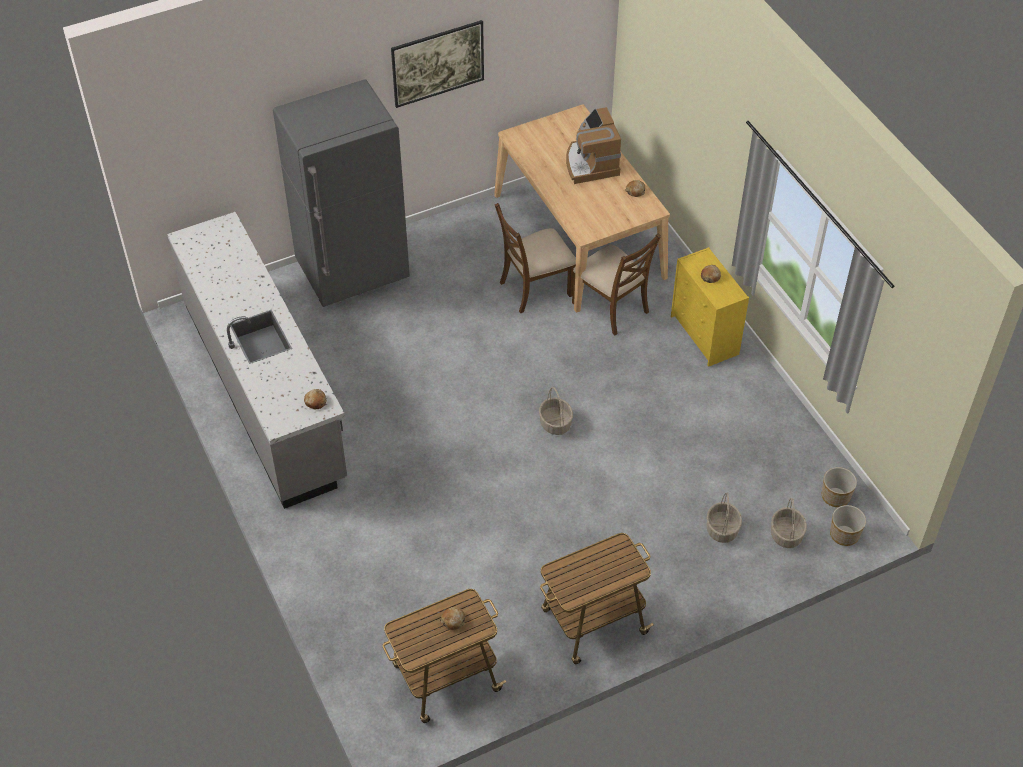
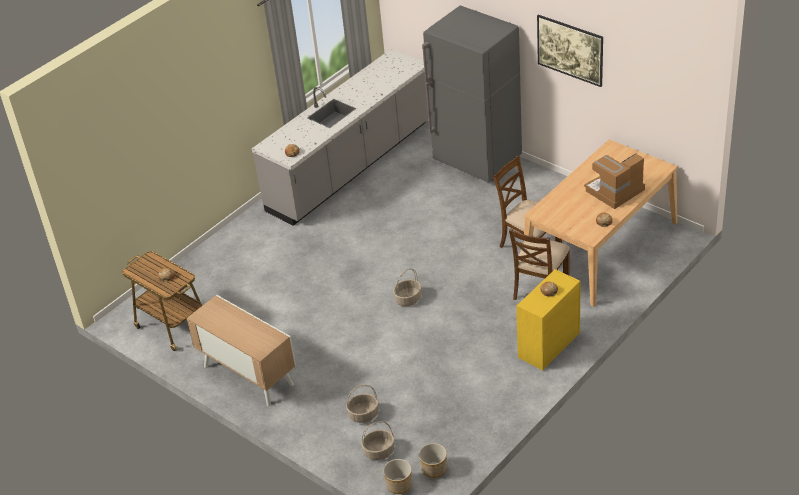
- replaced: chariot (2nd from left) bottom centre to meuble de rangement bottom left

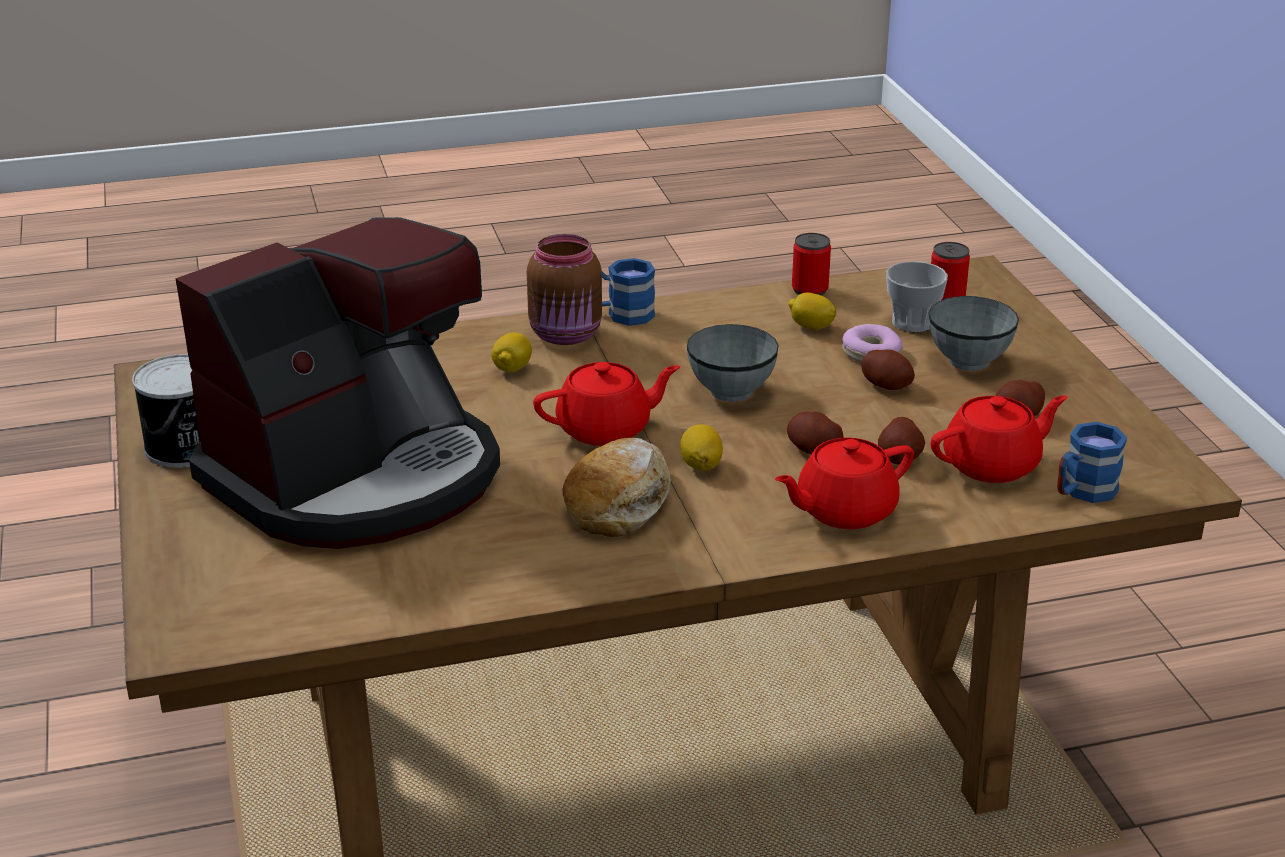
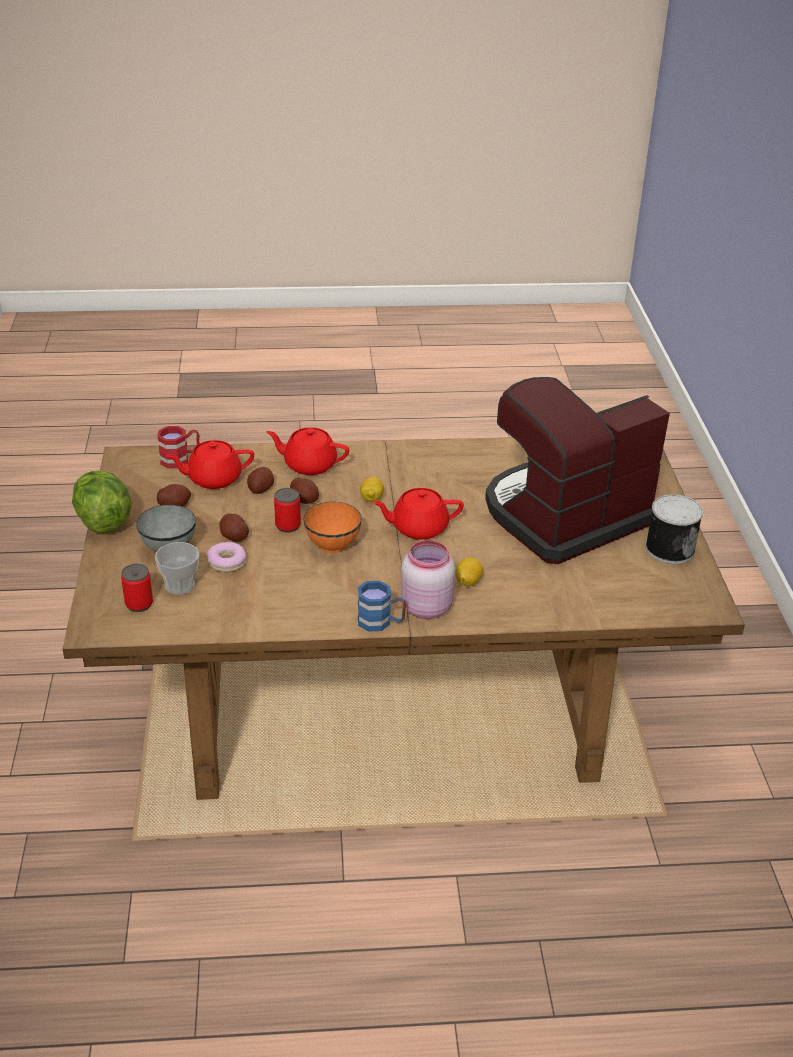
- added: laitue middle left
- recoloured: mug/bleu (2nd from left) middle right to mug/rouge middle left
- turned: théière/rouge (2nd from left) centre = centre 150 degrees counterclockwise
- moved: boîte métallique (2nd from left) top centre to centre
- recoloured: bol/gris (1st from left) centre to bol/orange centre
- recoloured: bocal/marron centre to bocal/rose centre
- removed: pain centre
- removed: citron (3rd from left) centre

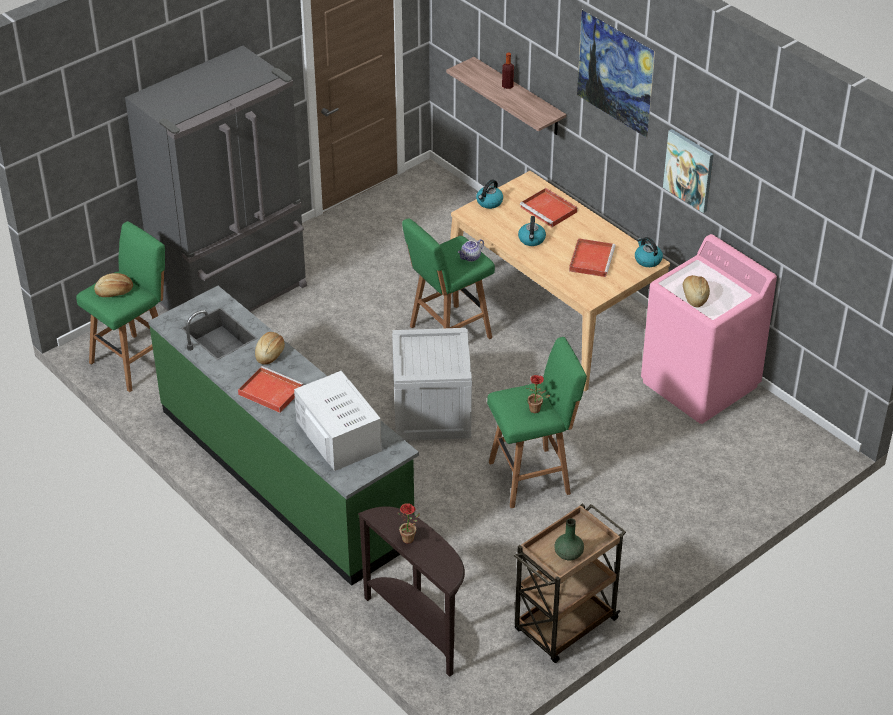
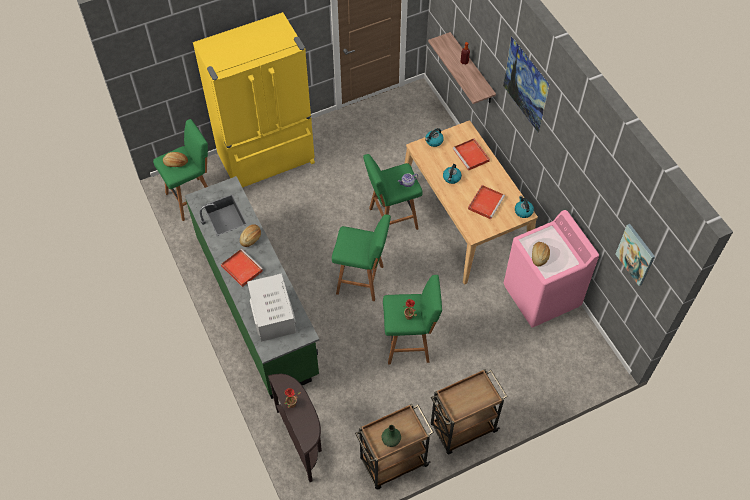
- recoloured: réfrigérateur/gris top left to réfrigérateur/jaune top centre
- replaced: caisse centre to tabouret/vert (2nd from left) centre
- added: chariot/marron (2nd from left) bottom centre
- moved: tableau (2nd from left) top right to middle right

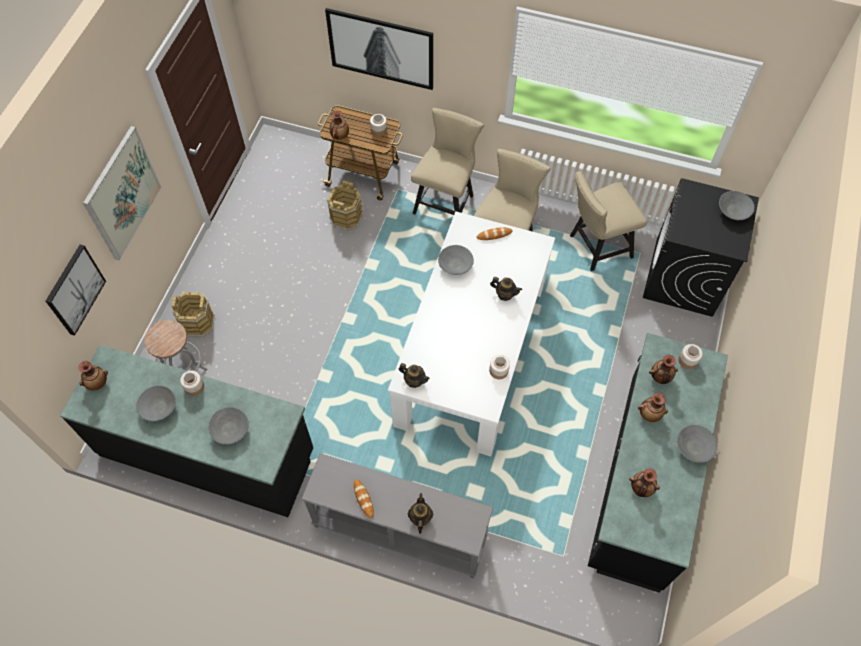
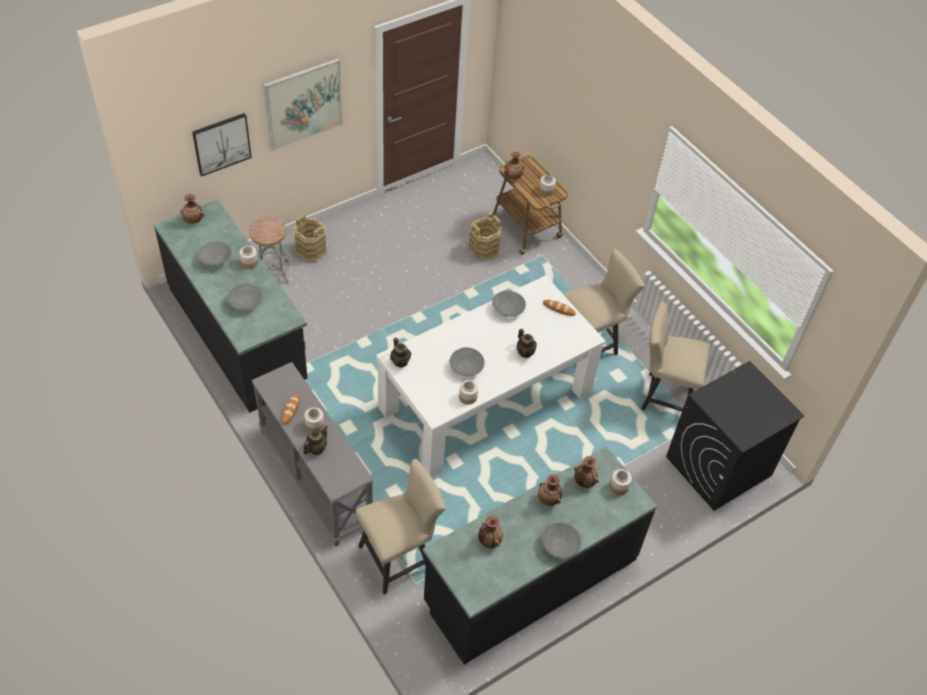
- added: bocal (2nd from left) centre
- moved: chaise/beige (1st from left) top centre to bottom centre
- moved: bol/gris (5th from left in the first image) top right to bol/gris (3rd from left) centre
- removed: tableau (3rd from left) top centre

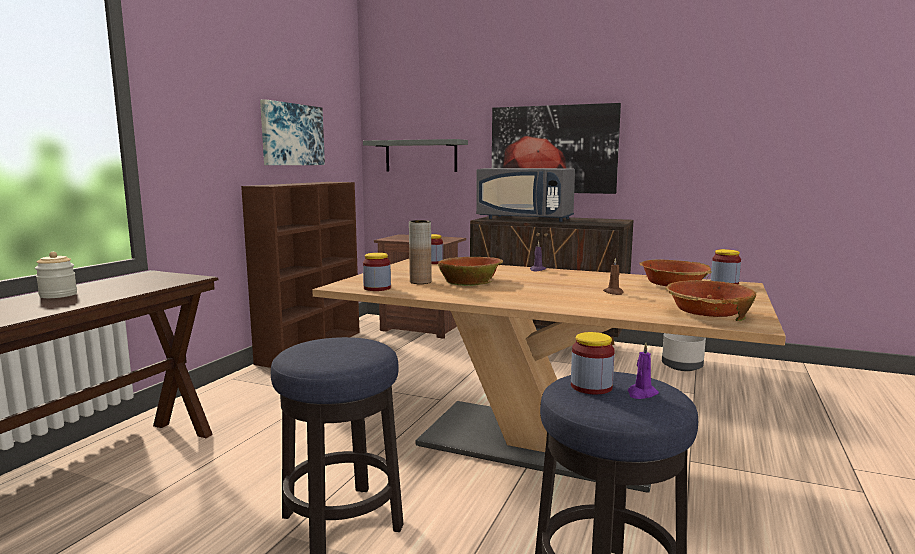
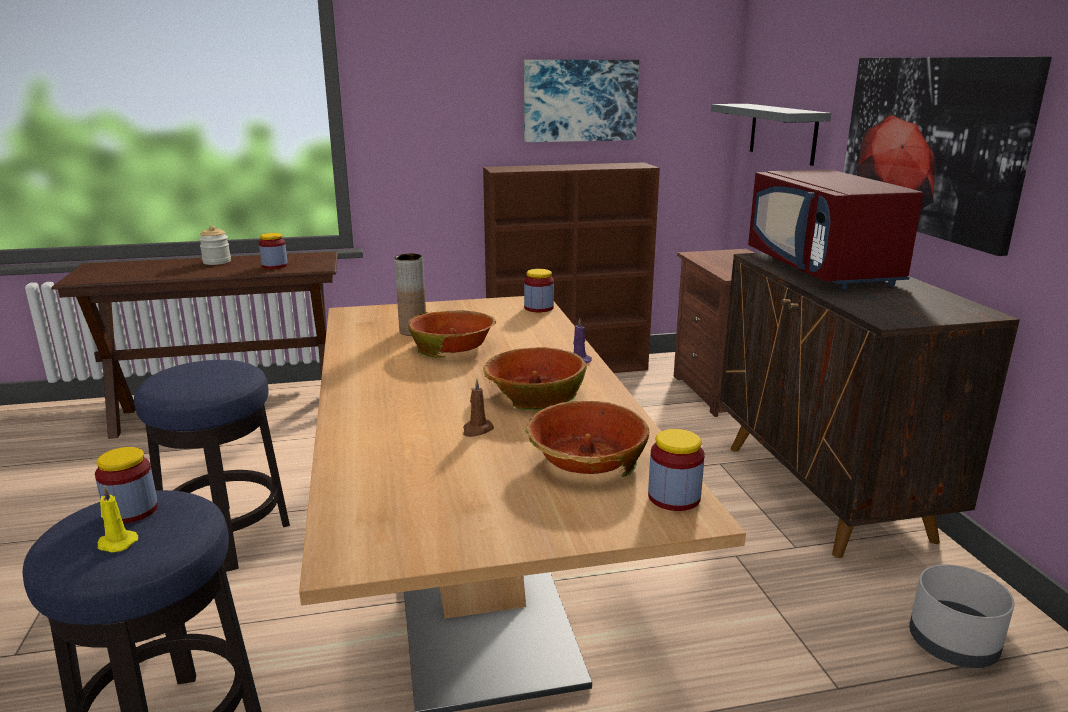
- recoloured: bougie/violet (2nd from left) bottom right to bougie/jaune bottom left
- moved: bocal (2nd from left in the first image) centre to bocal (3rd from left) middle left
- moved: bol (3rd from left in the first image) middle right to bol (2nd from left) centre
- recoloured: micro-ondes/gris centre to micro-ondes/rouge top right

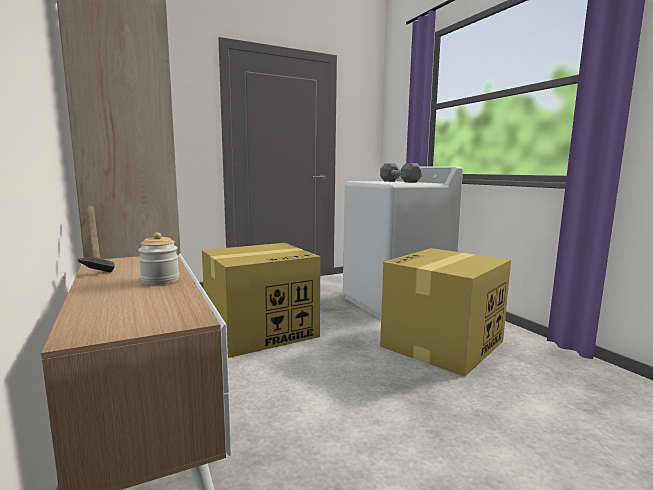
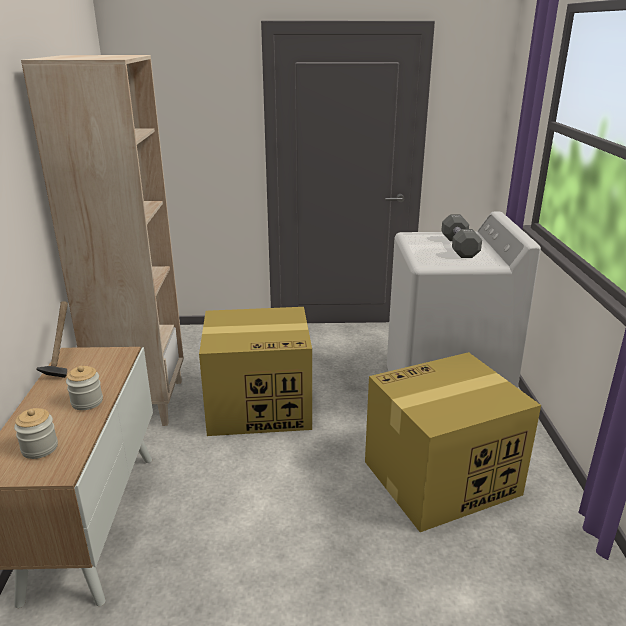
- added: bocal (1st from left) bottom left

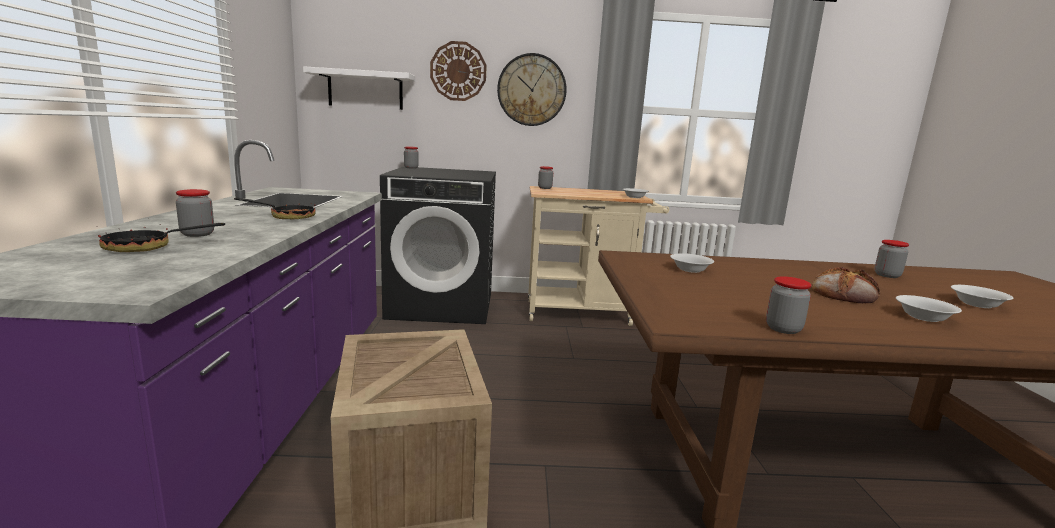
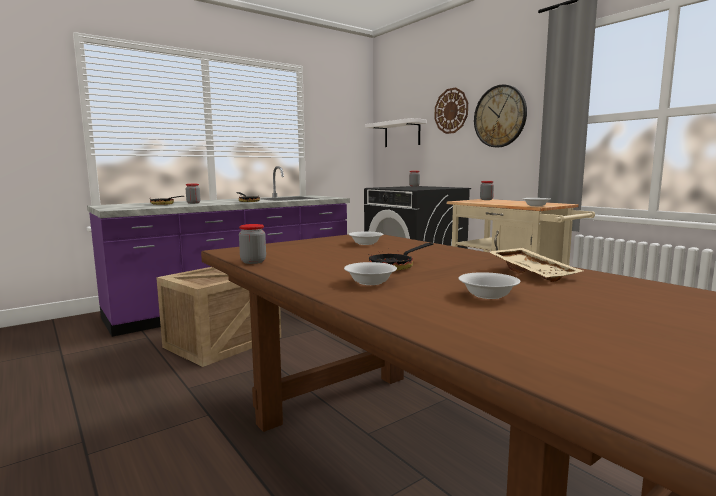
- replaced: pain middle right to poêle (3rd from left) centre
- replaced: bocal (5th from left) middle right to plateau/beige middle right

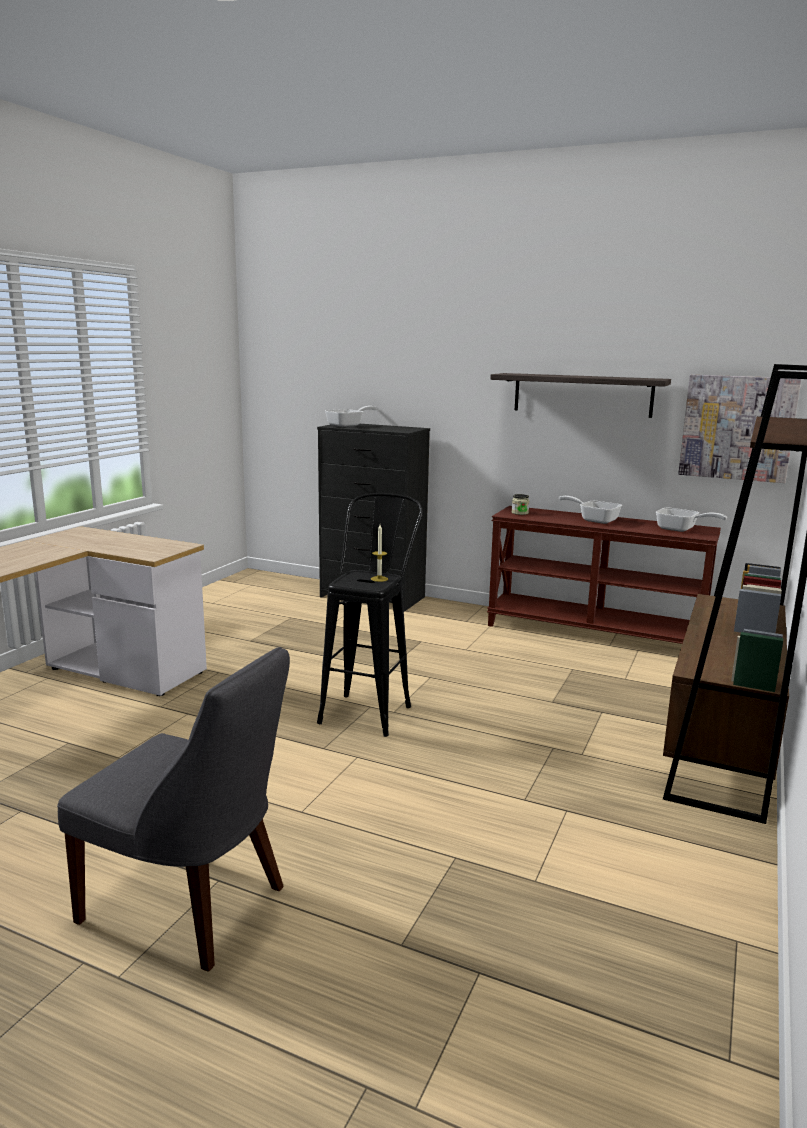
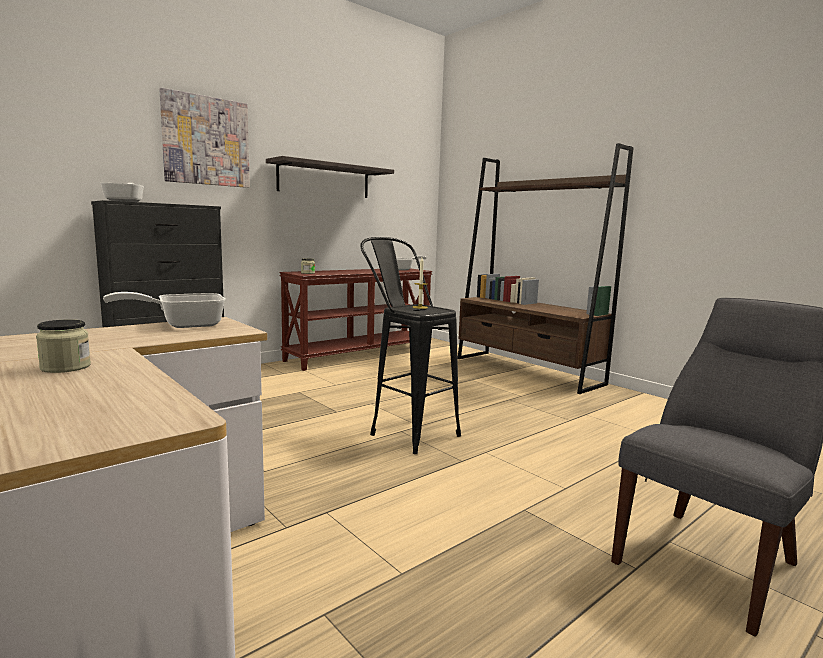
- added: bocal (1st from left) middle left
- moved: poêle (2nd from left) middle right to middle left
- moved: tableau middle right to top left

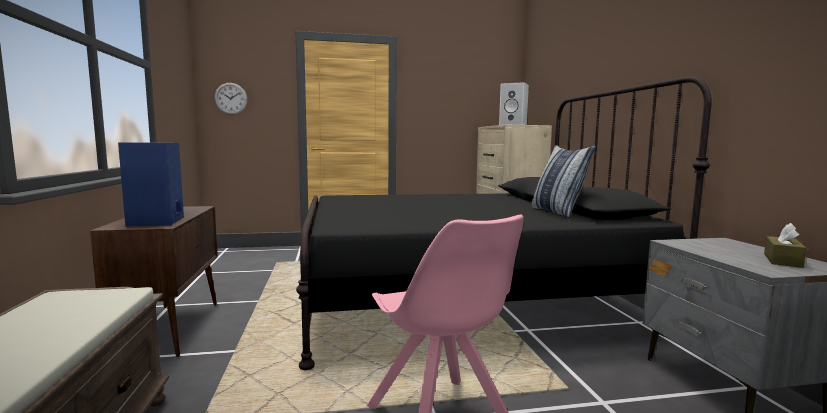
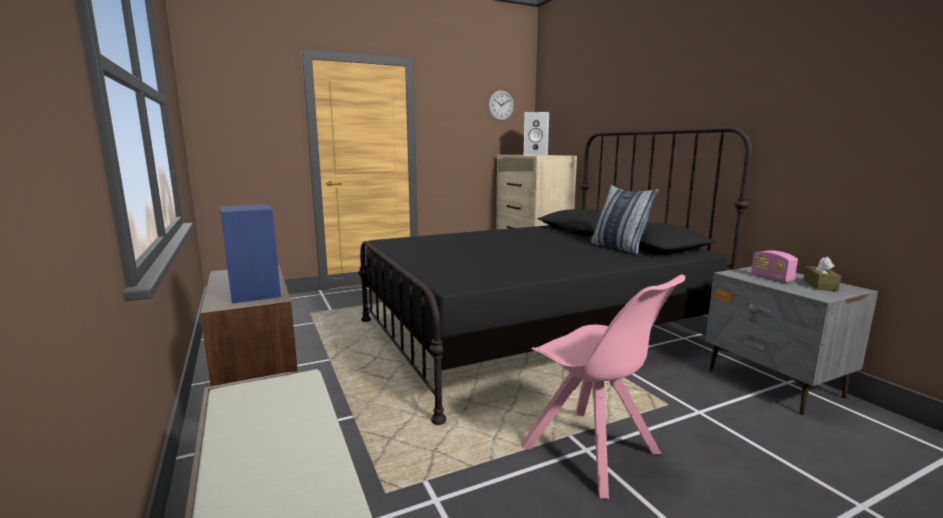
- moved: horloge murale top left to top centre
- added: radio middle right

